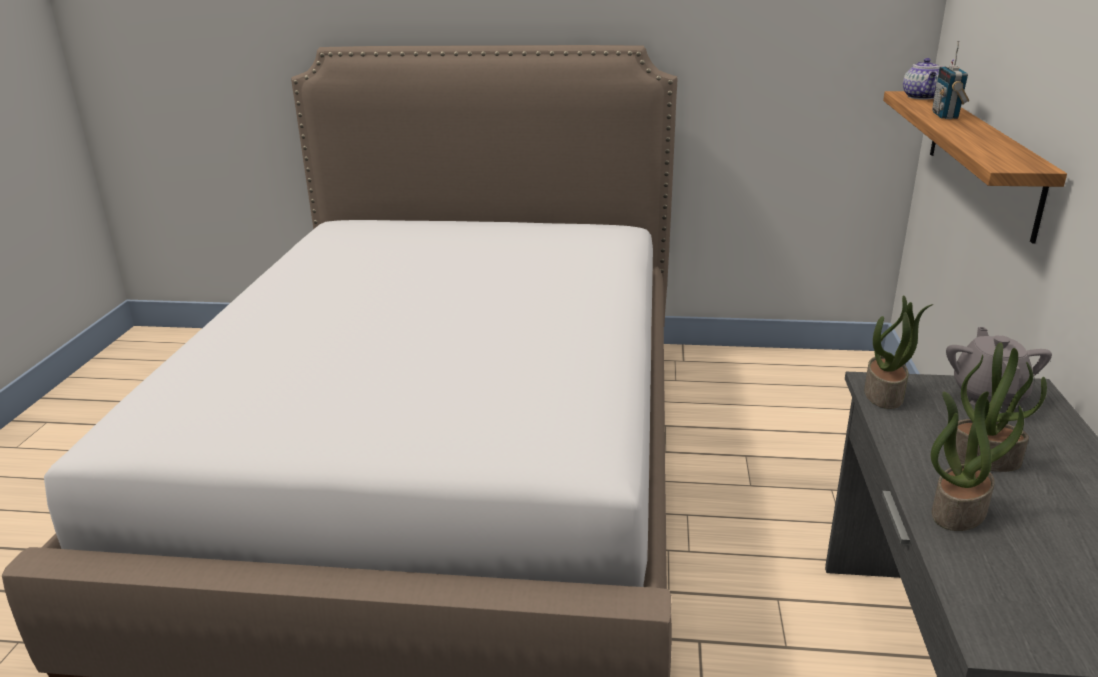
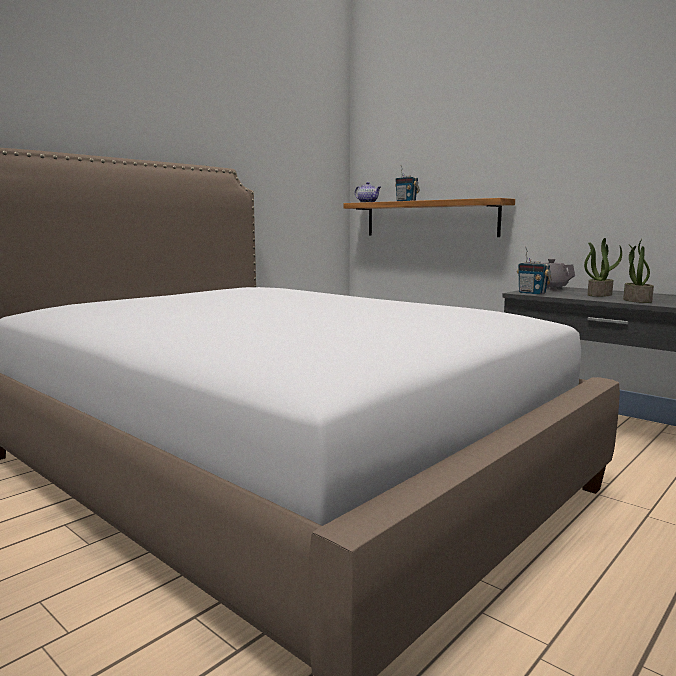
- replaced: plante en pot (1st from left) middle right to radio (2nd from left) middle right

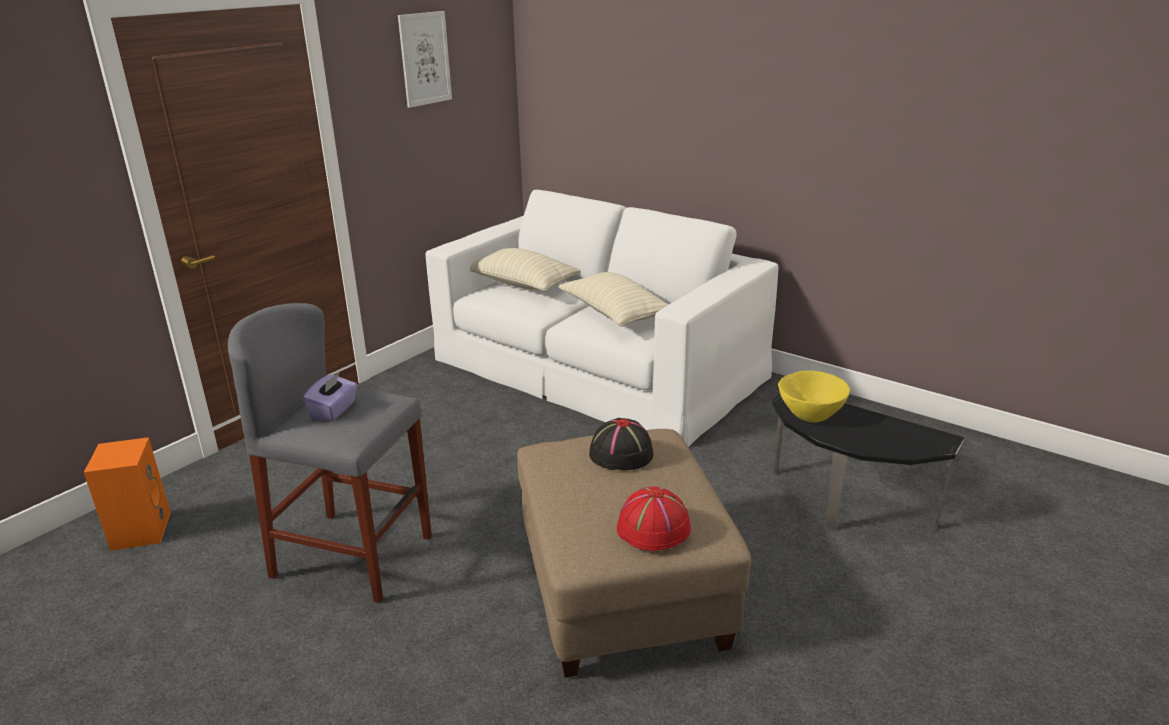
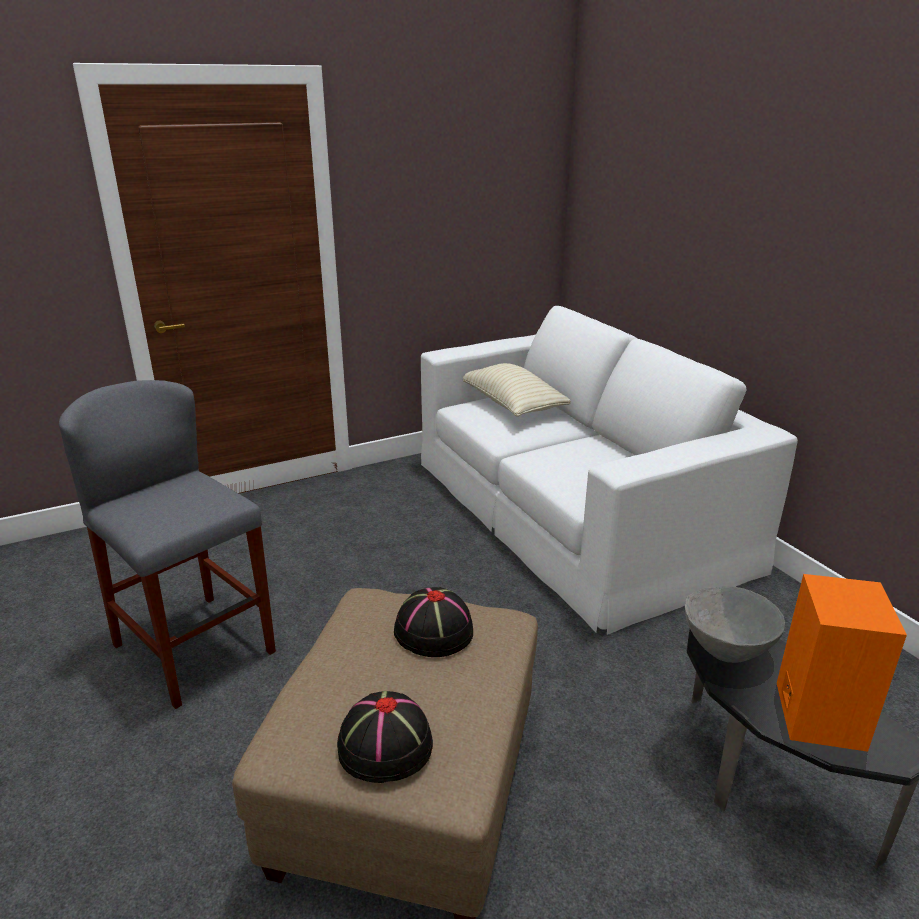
- recoloured: chapeau/rouge bottom centre to chapeau/noir (1st from left) bottom centre
- recoloured: bol/jaune middle right to bol/gris bottom right
- moved: enceinte/orange bottom left to bottom right
- removed: boîte à mouchoirs/violet middle left
- removed: tableau top centre
- removed: coussin/beige (2nd from left) centre

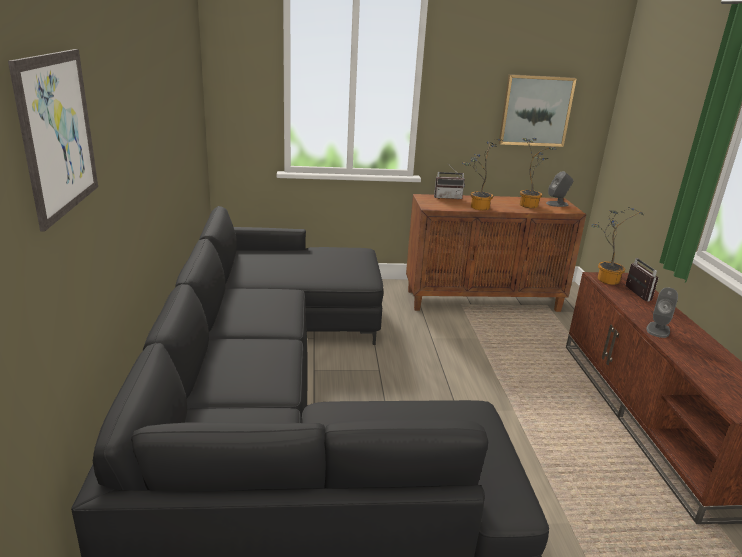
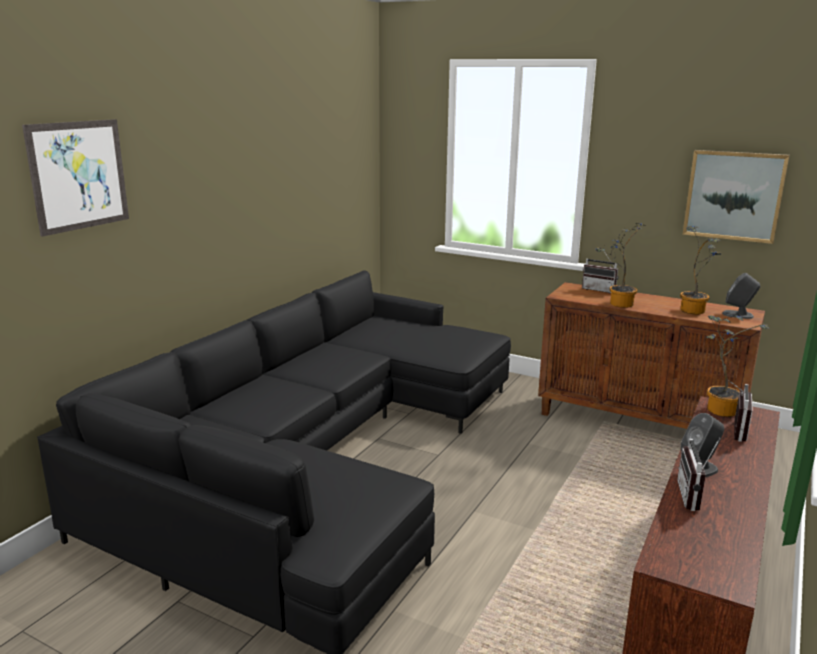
- added: radio (2nd from left) bottom right

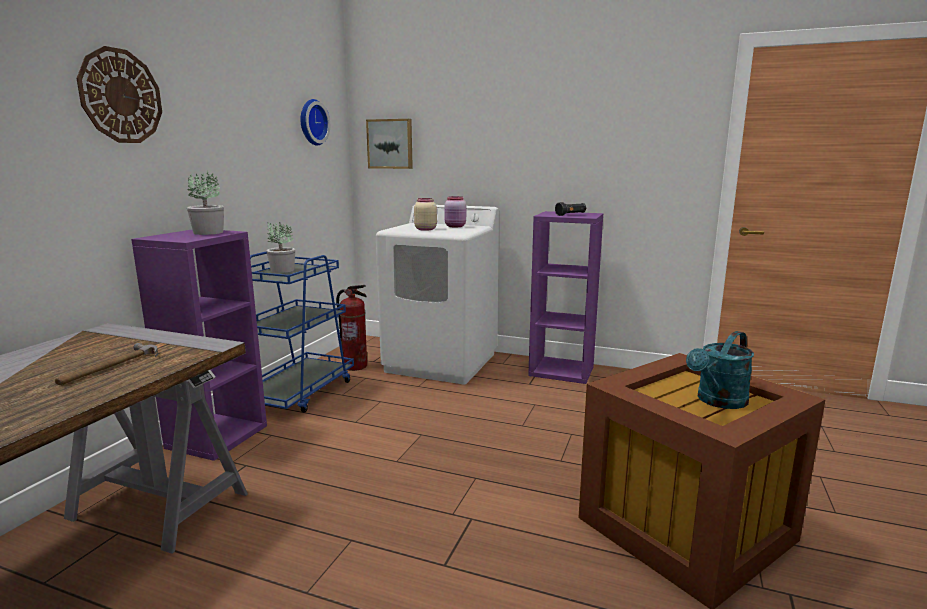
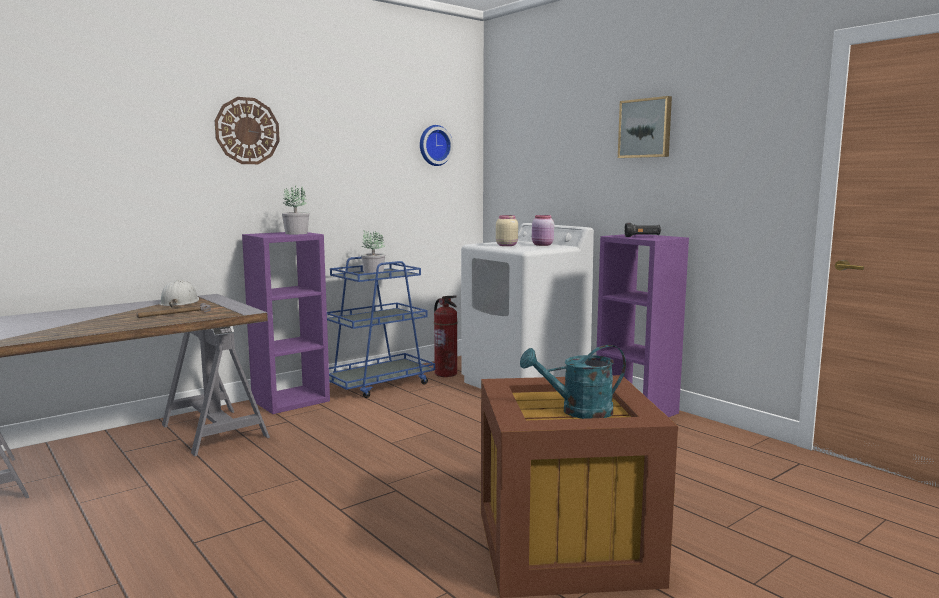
- added: casque de chantier/blanc middle left
- moved: tableau top centre to top right

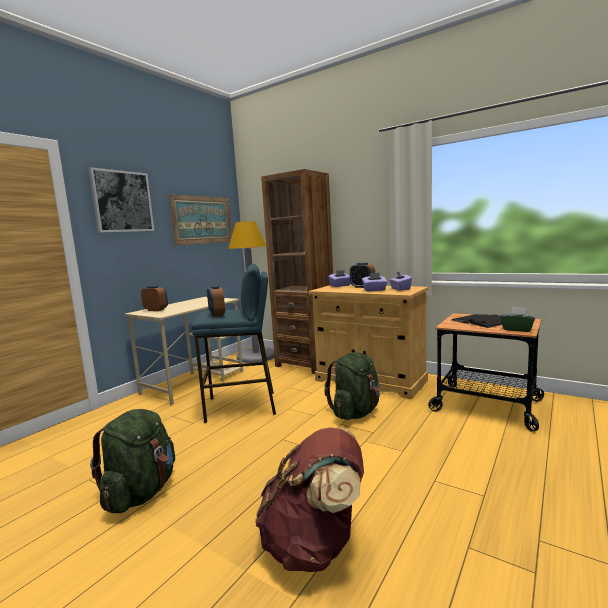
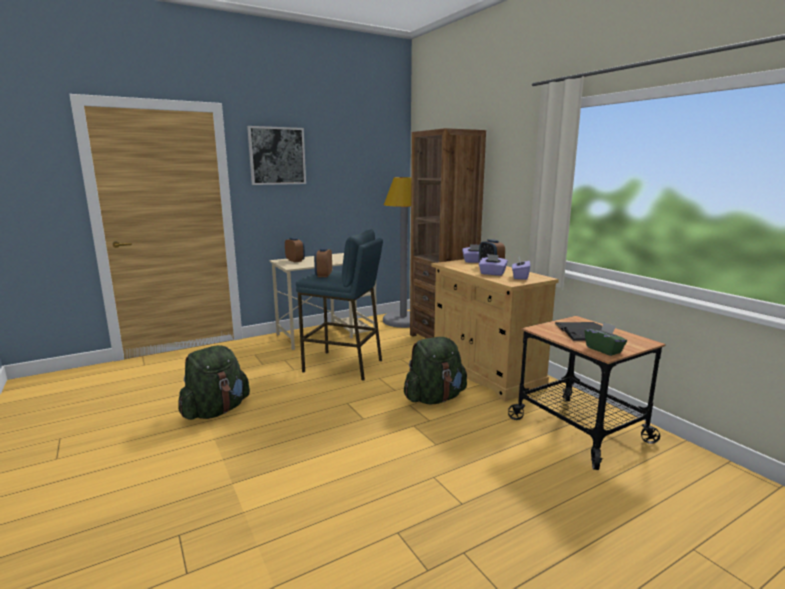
- removed: tableau (2nd from left) middle left
- removed: sac à dos/marron bottom centre

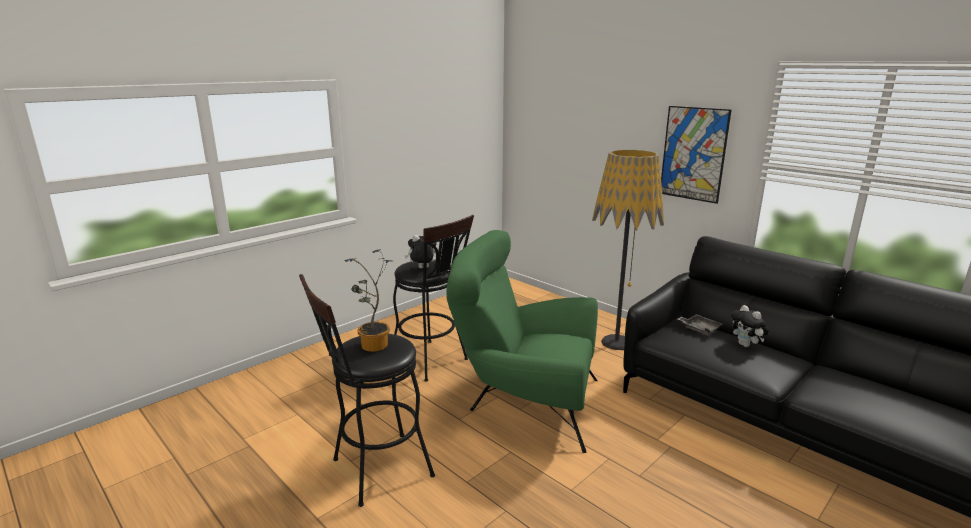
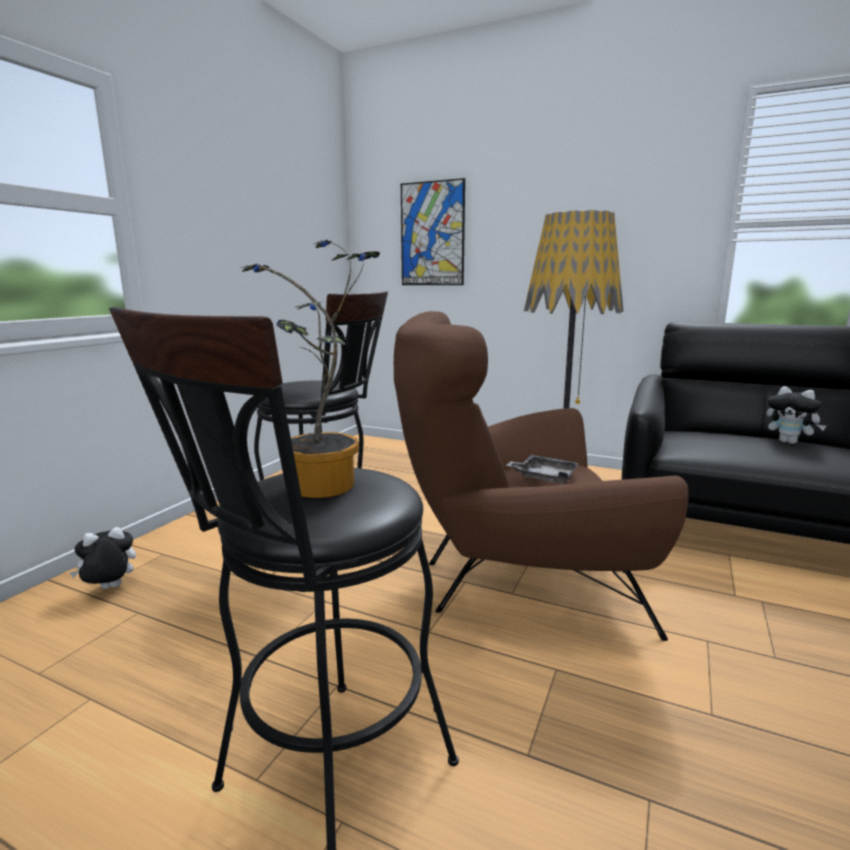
- moved: peluche (1st from left) centre to middle left
- recoloured: fauteuil/vert centre to fauteuil/marron centre
- moved: tableau top right to top centre
- moved: plateau/gris middle right to centre

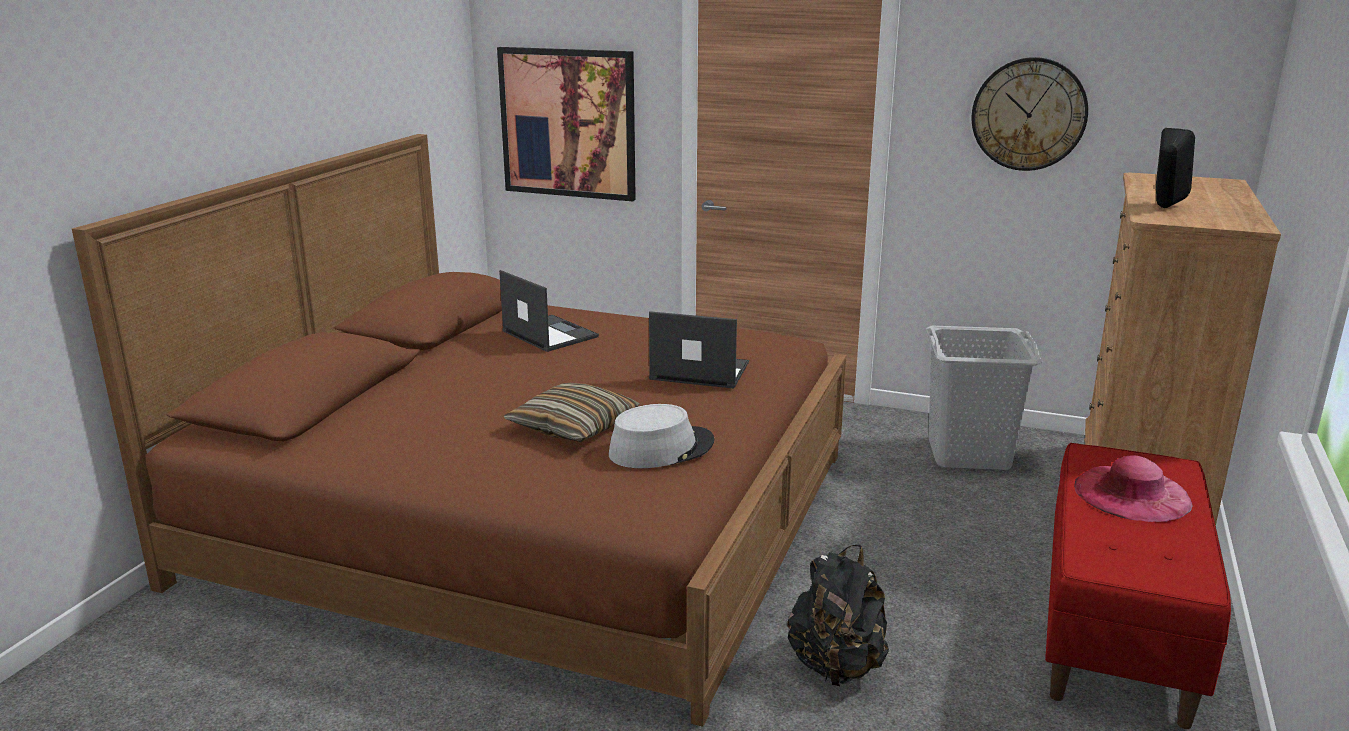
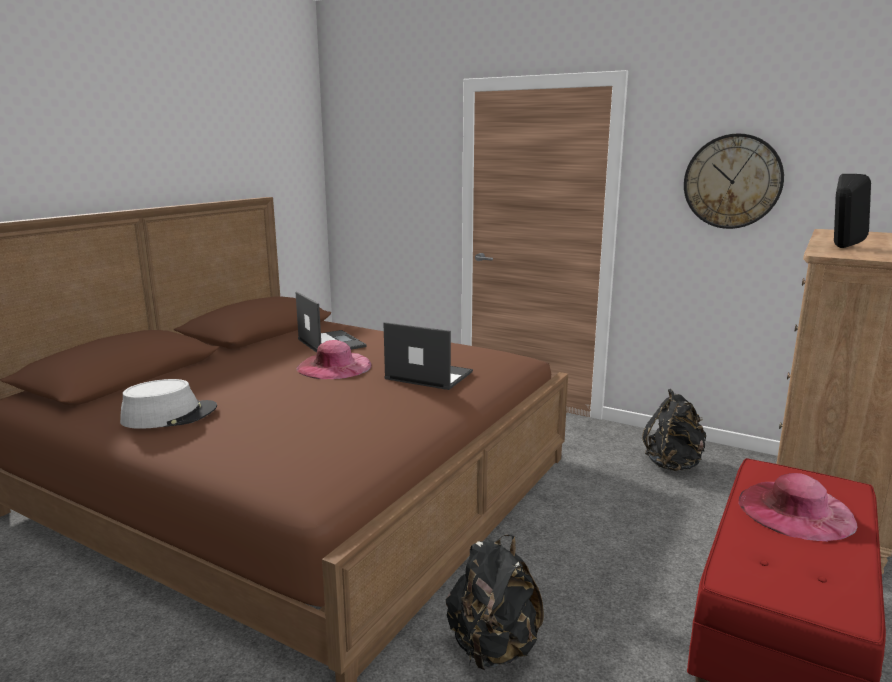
- moved: chapeau/gris centre to middle left
- added: chapeau/rose (1st from left) centre
- replaced: panier à linge/gris middle right to sac à dos/noir (2nd from left) middle right
- removed: tableau top centre
- removed: coussin centre

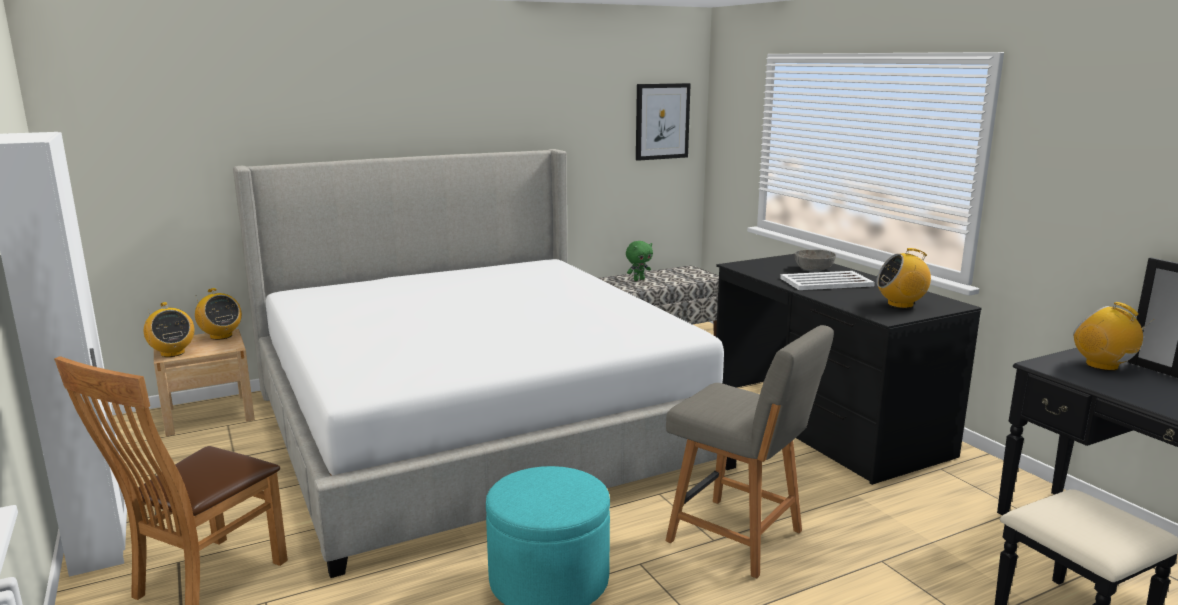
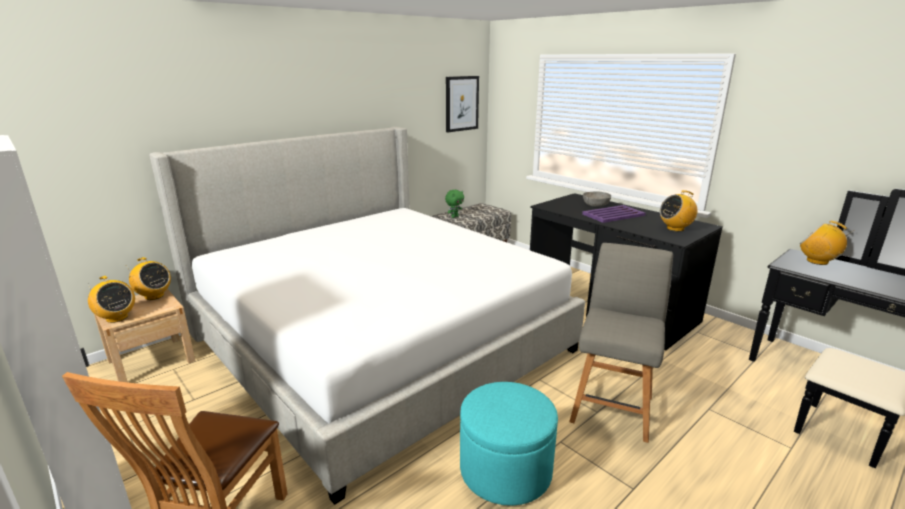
- turned: chaise/gris bottom centre = bottom right 90 degrees counterclockwise
- recoloured: plateau/blanc middle right to plateau/violet middle right

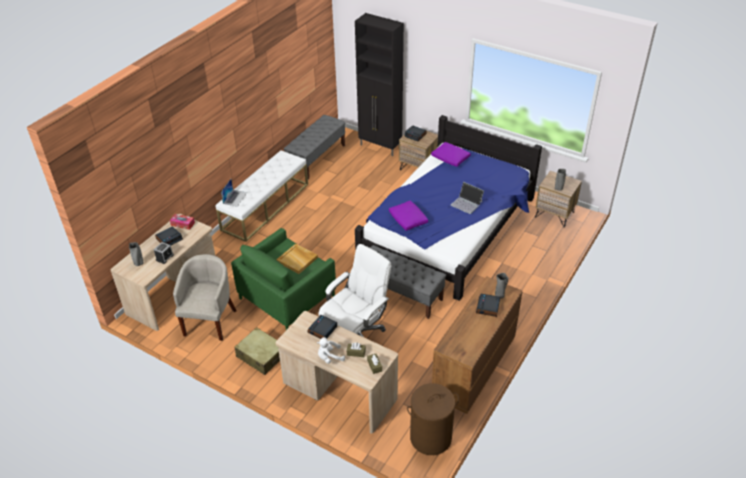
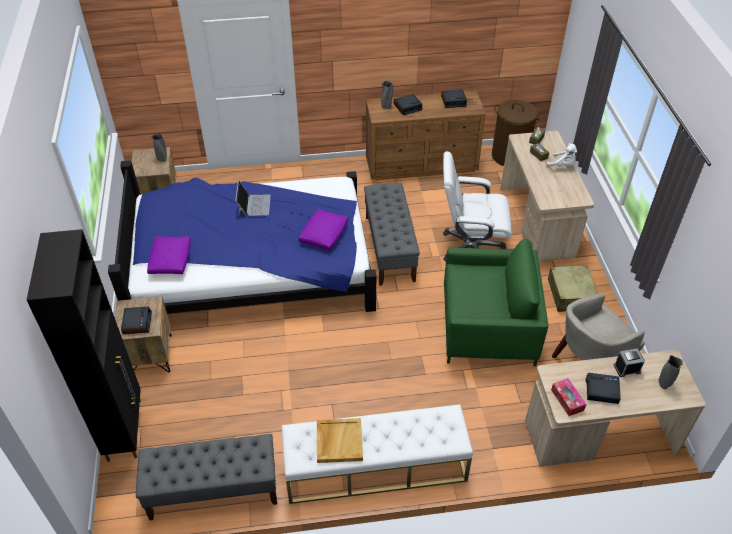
- moved: plateau/beige centre to bottom centre
- moved: réveil (3rd from left) bottom centre to top centre
- removed: ordinateur portable (1st from left) middle left

